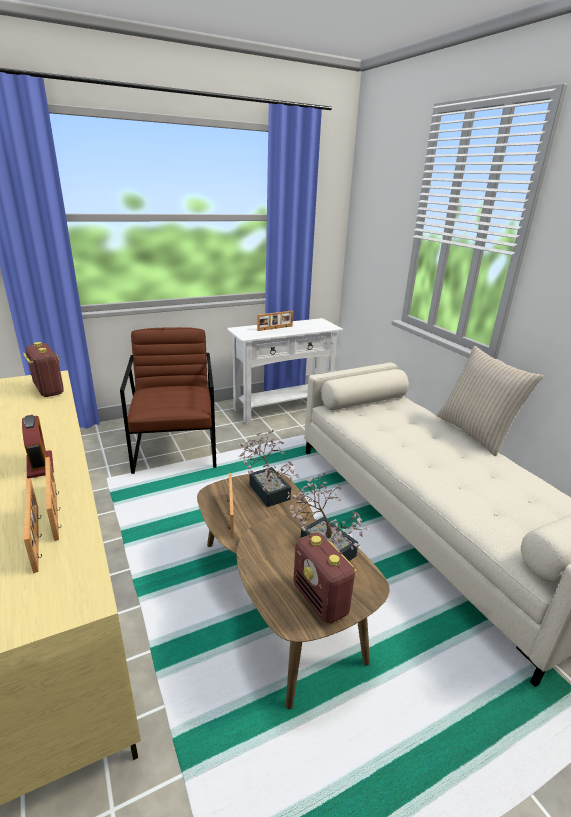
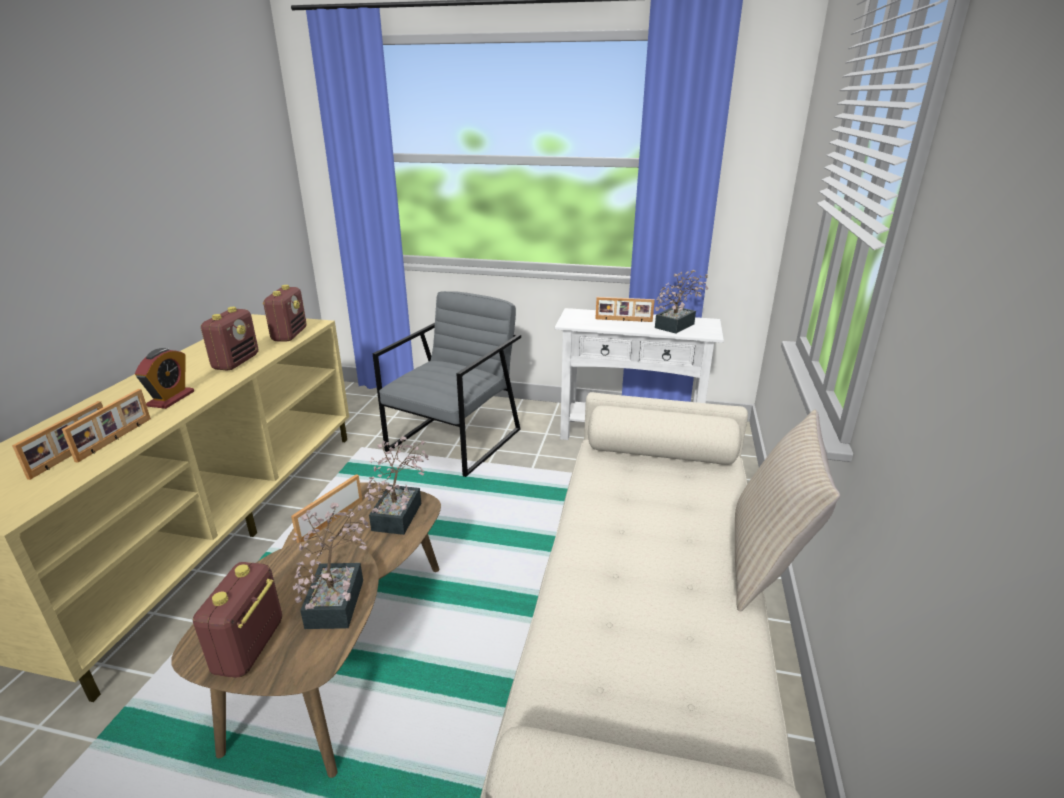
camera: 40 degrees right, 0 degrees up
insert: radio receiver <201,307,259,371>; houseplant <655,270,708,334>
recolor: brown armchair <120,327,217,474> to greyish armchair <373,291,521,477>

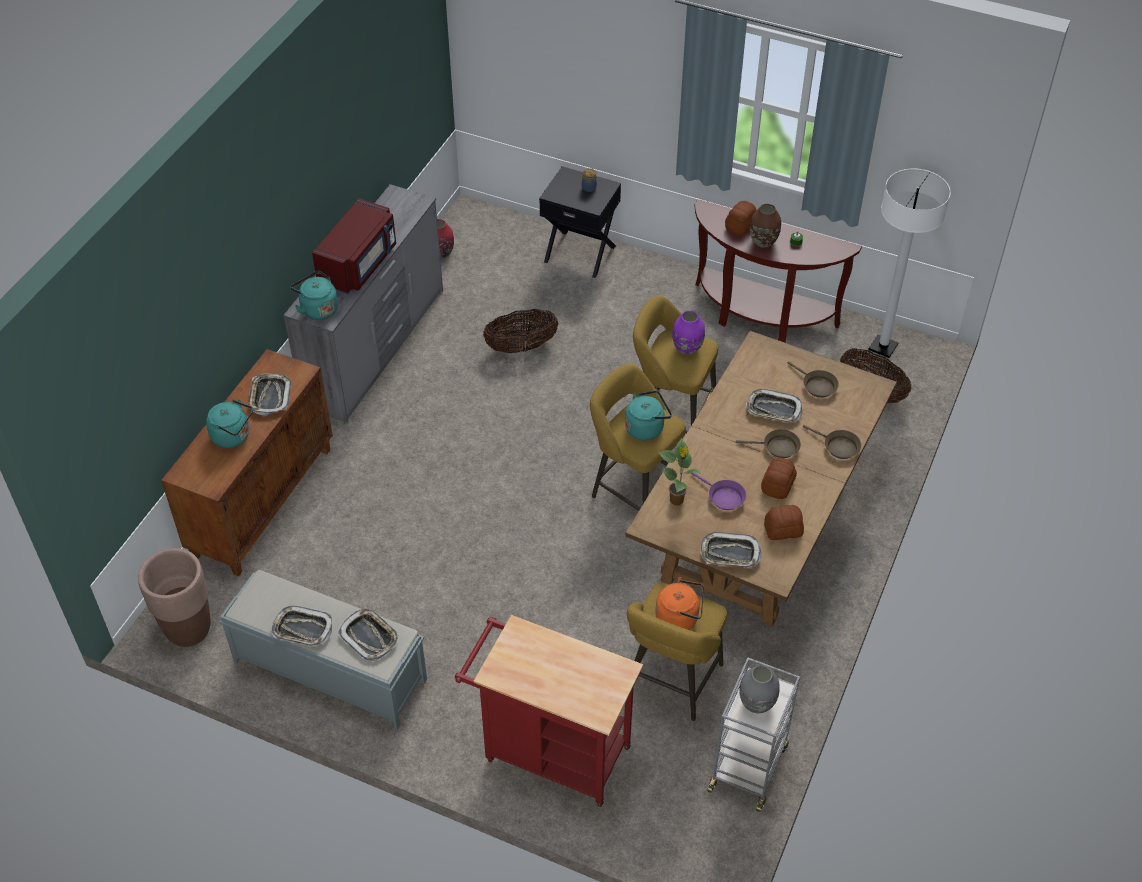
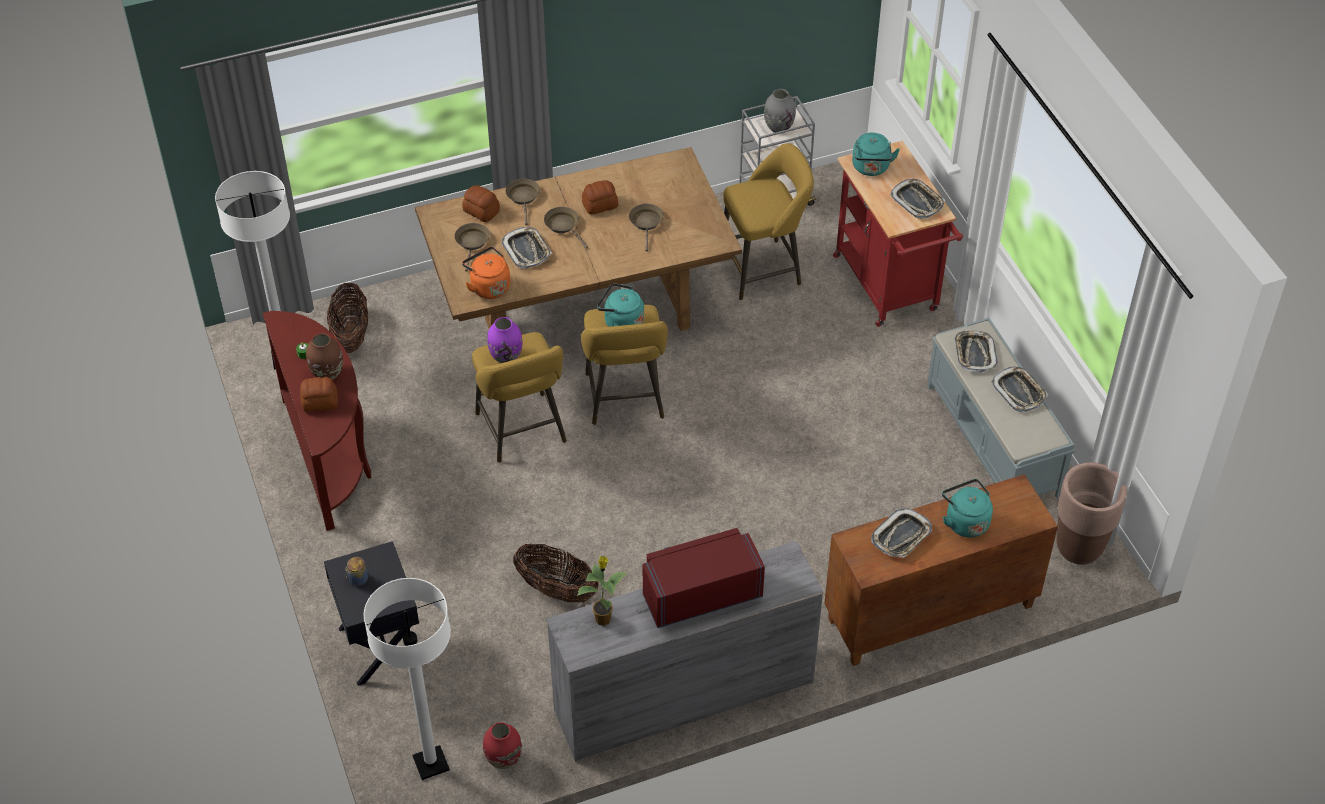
camera: 135 degrees left, 0 degrees up
insert: whitish standard lamp <364,578,451,780>
move: turquoise-coloured water kettle <290,270,338,320> to <852,133,900,176>; orange-coloured water kettle <655,577,704,630> to <462,247,510,299>; houseplant <658,438,702,505> to <577,556,628,626>; tray <700,532,761,568> to <890,179,945,219>; bread <764,505,804,540> to <462,185,500,222>
recolor: purple skillet <691,473,746,510> to brown skillet <629,204,664,251>

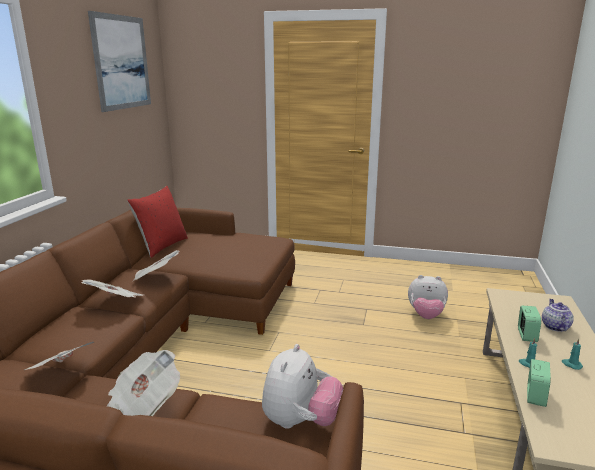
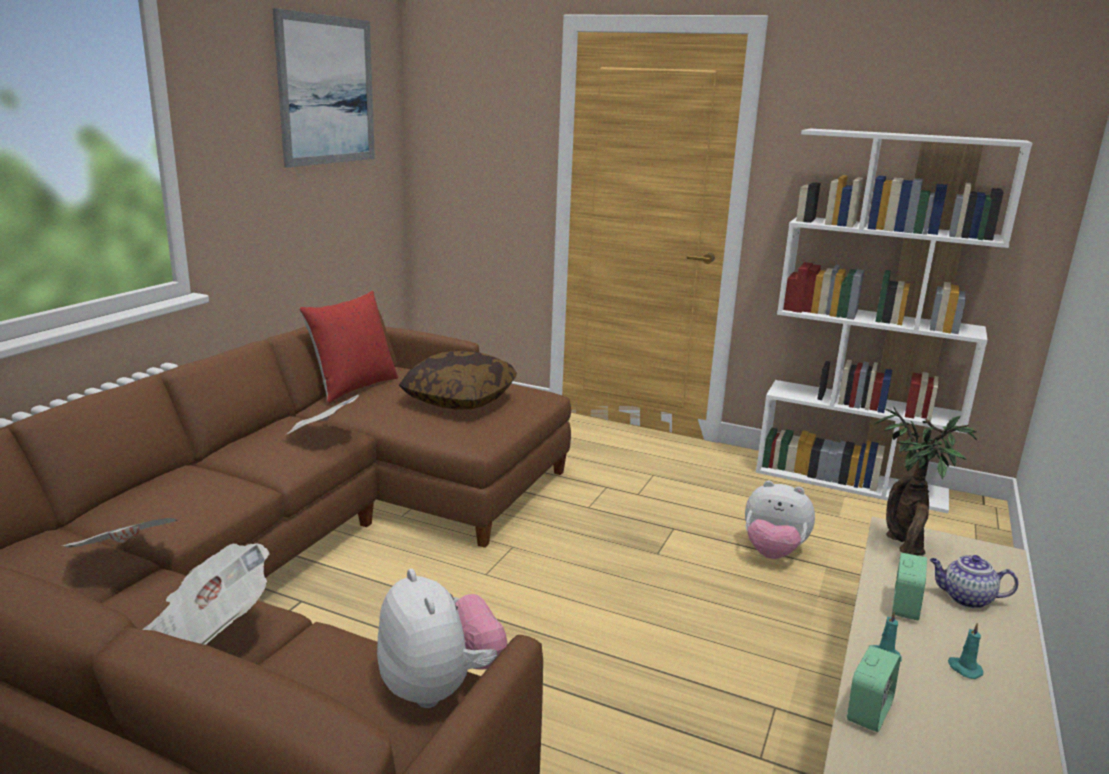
camera: 10 degrees right, 0 degrees up
delete: newspaper <81,280,144,297>
insert: throw pillow <399,351,517,410>; whitish bookcase <756,128,1032,513>; houseplant <874,406,977,556>
rotate: soft toy <262,344,343,428> = <377,569,507,708> 60 degrees counterclockwise; teapot <542,299,574,332> = <930,555,1019,609> 90 degrees counterclockwise

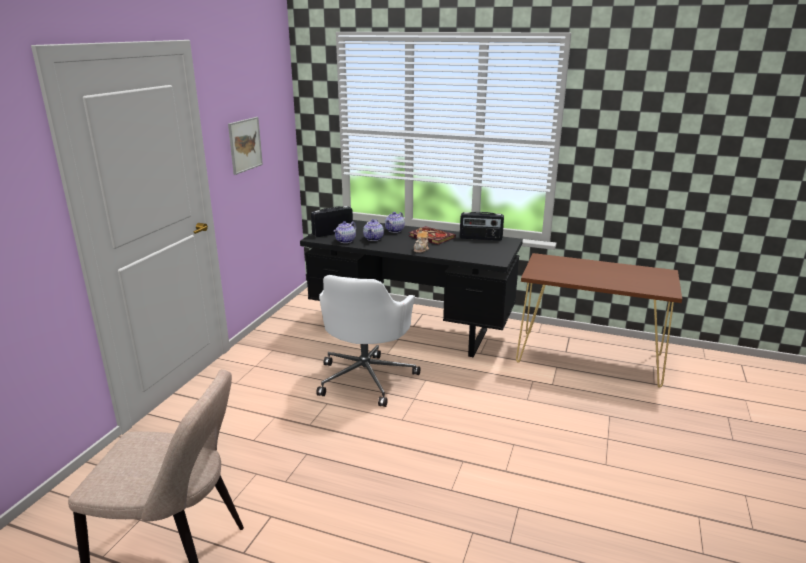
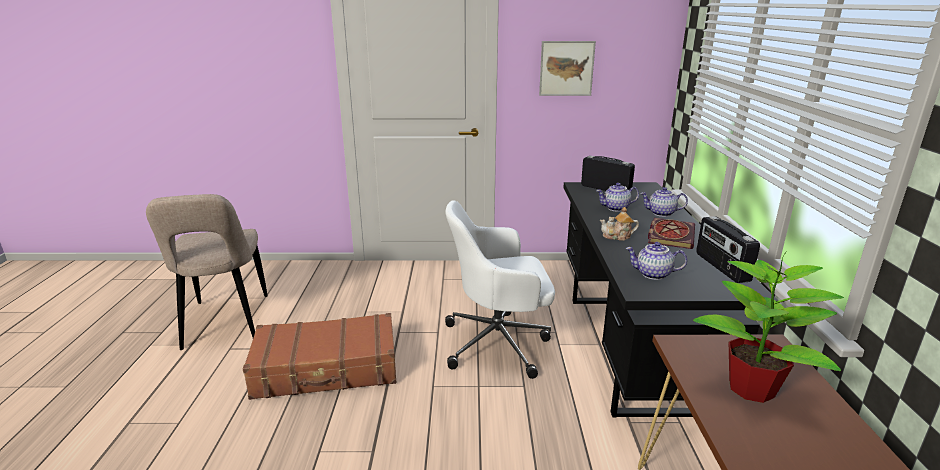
camera: 70 degrees right, 0 degrees up
insert: brown suitcase <243,313,396,400>; houseplant <693,251,844,403>
move: teapot <334,221,356,243> to <626,242,687,280>

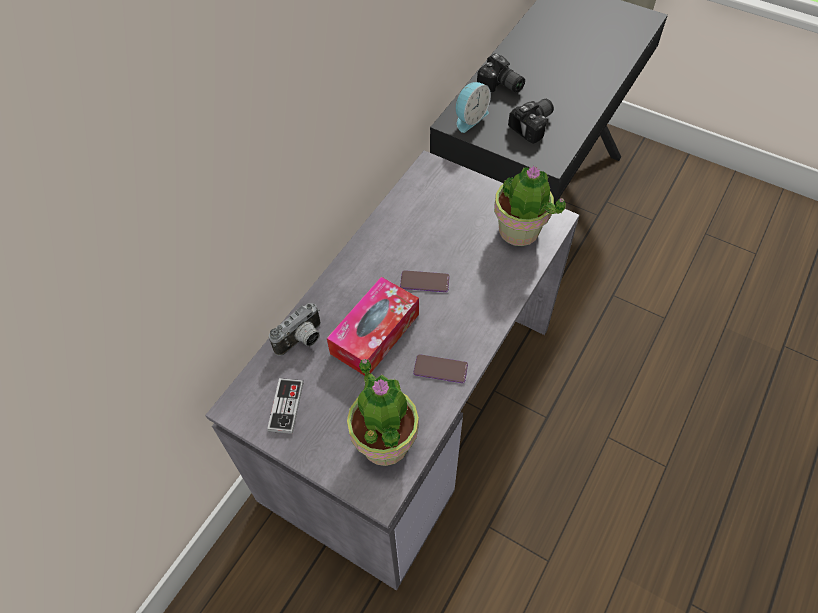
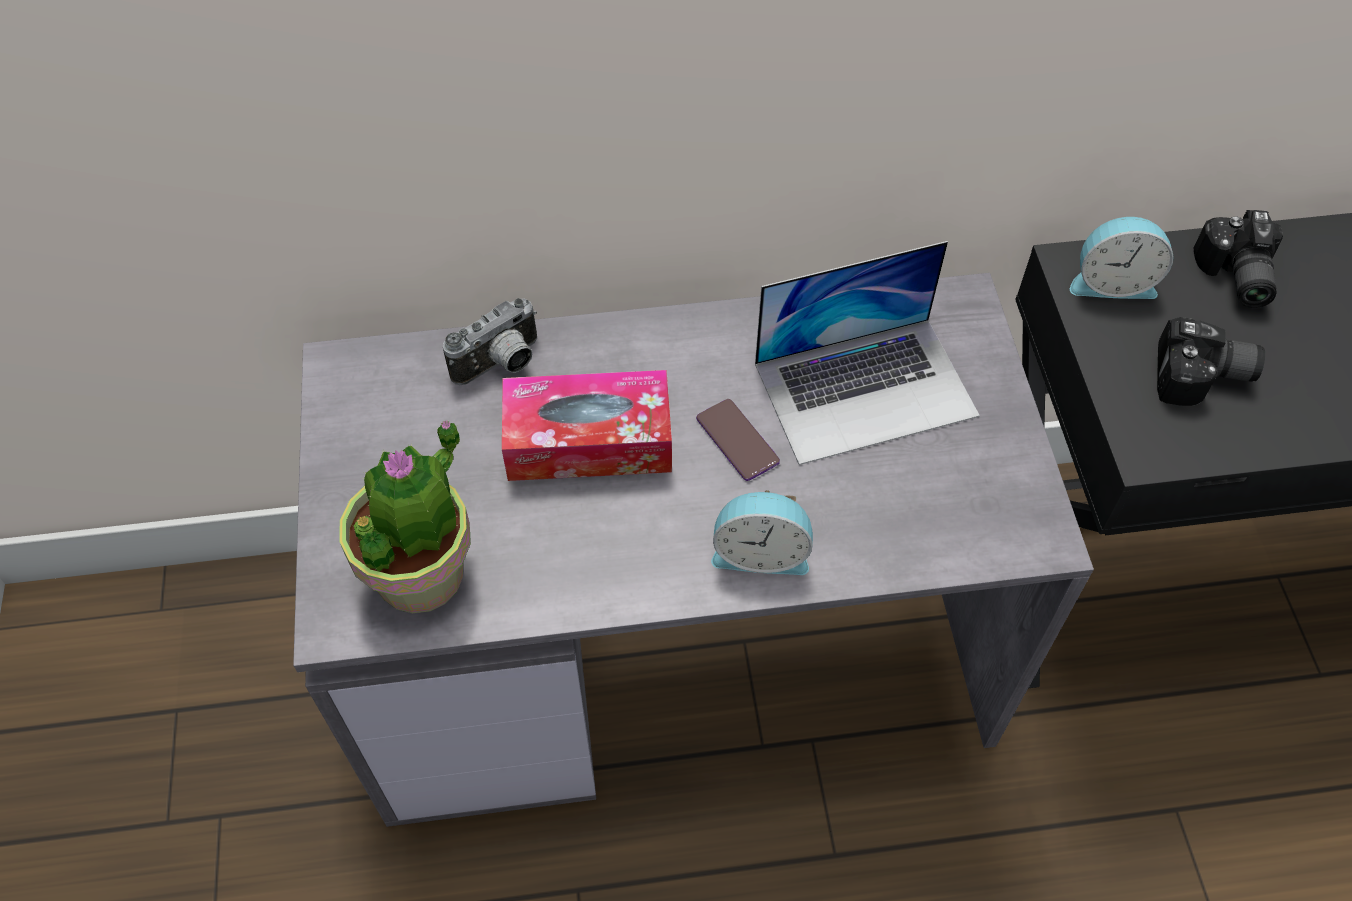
camera: 50 degrees right, 0 degrees up
delete: game controller <267,378,304,434>; phone <413,354,468,383>; houseplant <494,165,566,246>
insert: table clock <711,490,813,575>; notebook computer <755,241,980,465>
rotate: photo camera <269,303,321,356> = <443,298,537,385> 45 degrees counterclockwise

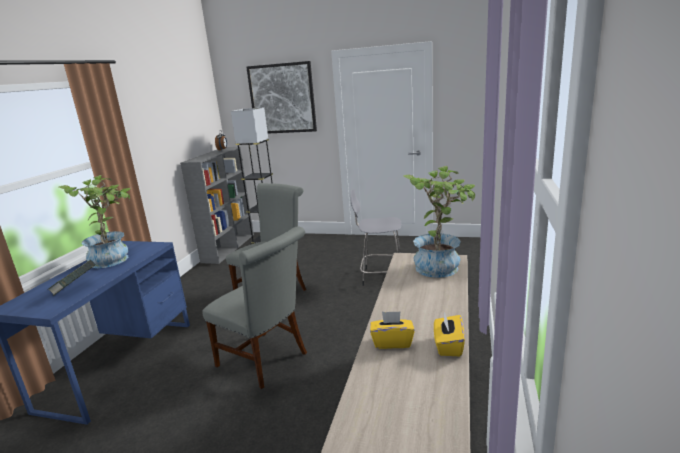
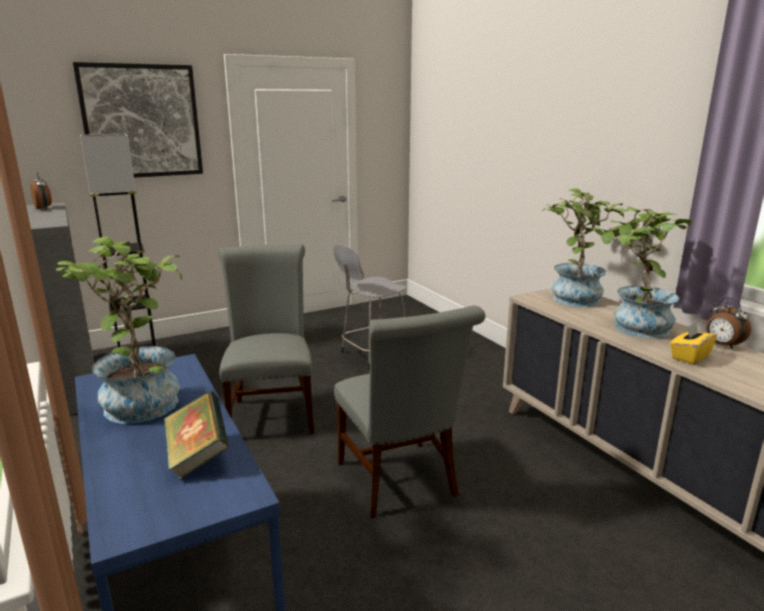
camera: 45 degrees left, 0 degrees up
insert: houseplant <593,206,694,338>
replace: yellow box of tissues <434,312,465,356> to table clock <706,297,751,349>
rotate: greyish upright chair <202,227,307,389> = <334,306,485,518> 75 degrees clockwise

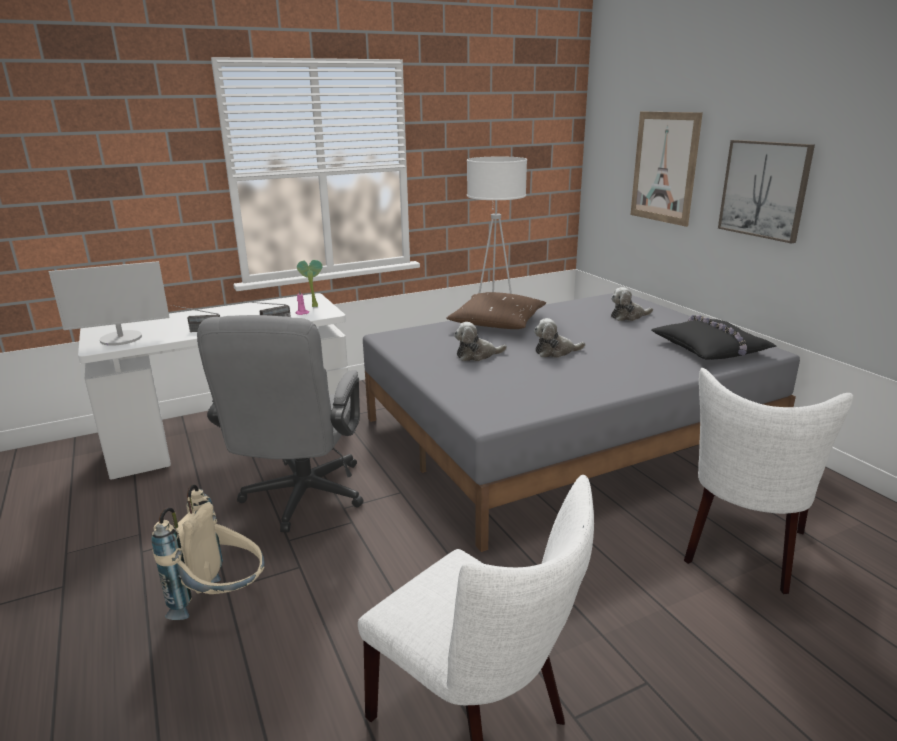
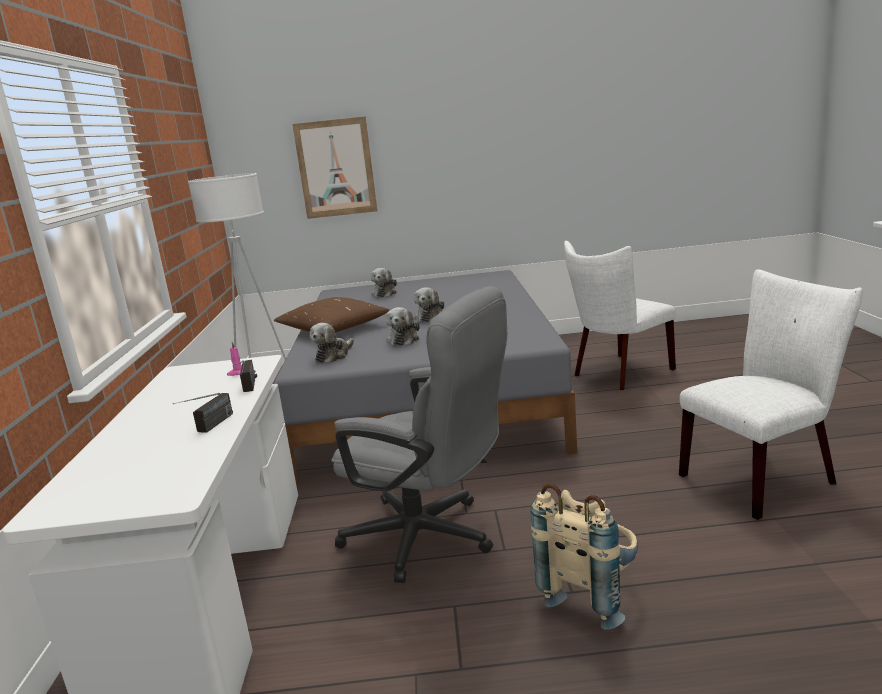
camera: 65 degrees left, 5 degrees down
delete: computer display <49,261,170,346>; houseplant <297,260,323,307>; black throw pillow <651,315,776,360>; wall art <718,140,815,243>
insert: soft toy <310,323,354,363>
rotate: whitish upright chair <684,368,853,594> = <564,240,676,390> 90 degrees clockwise

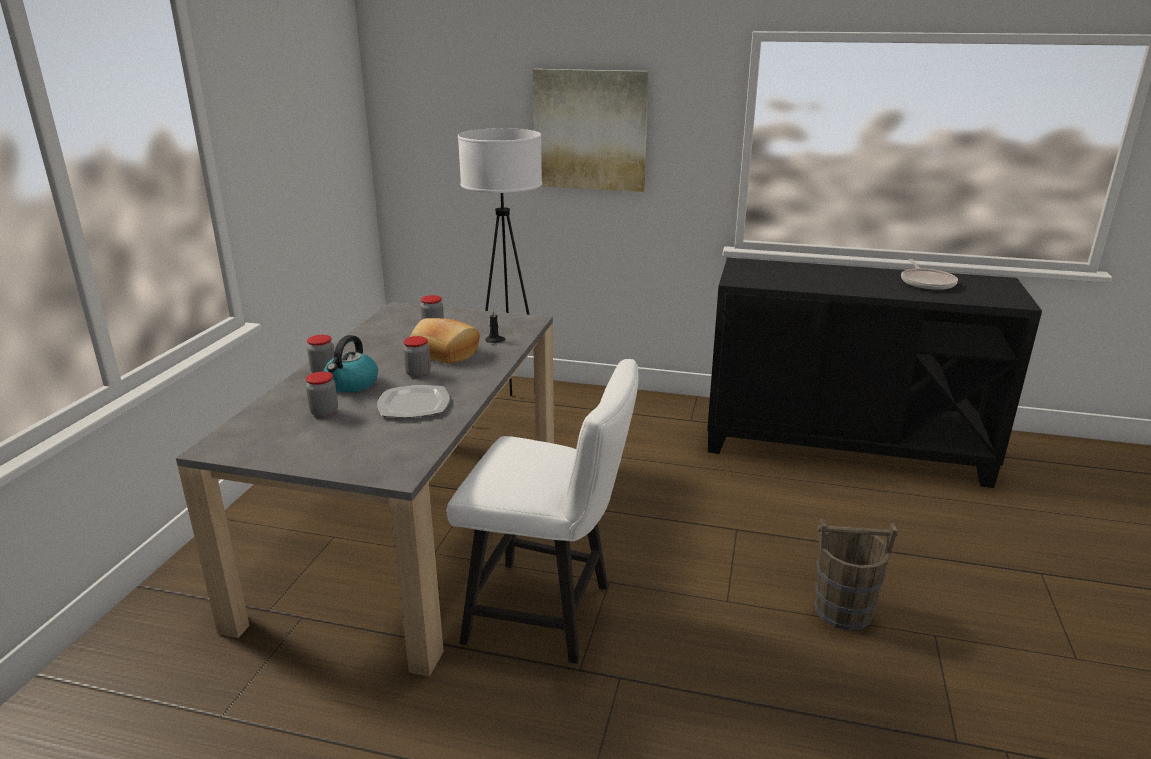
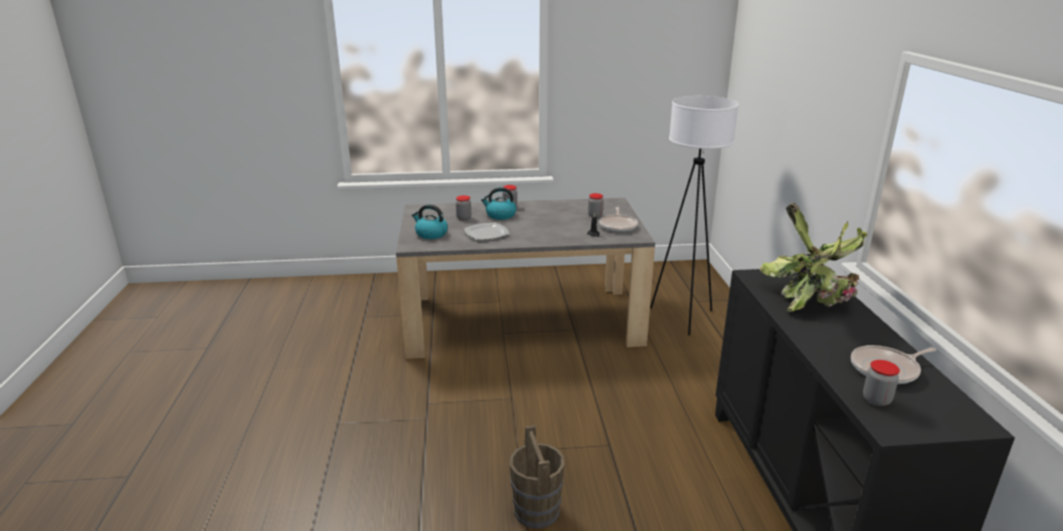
camera: 70 degrees right, 0 degrees up
delete: bread <410,318,480,364>; whitish upright chair <447,359,639,664>; wall art <533,69,649,192>
insert: water kettle <412,204,448,239>; skillet <600,207,638,232>; houseplant <760,203,867,312>
move: preserve jar <403,336,431,378> to <863,360,900,406>

